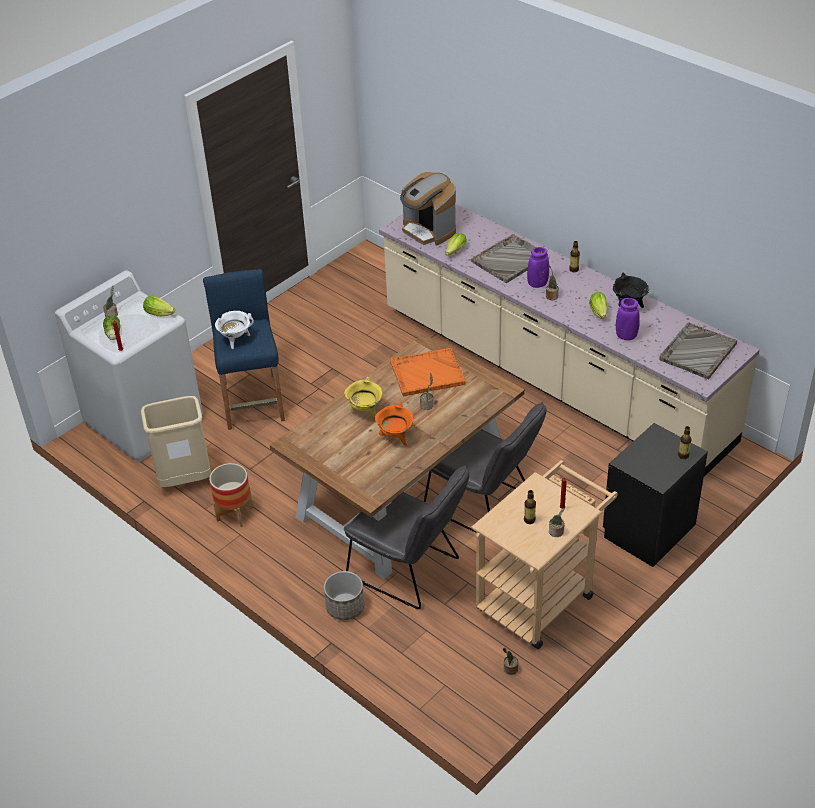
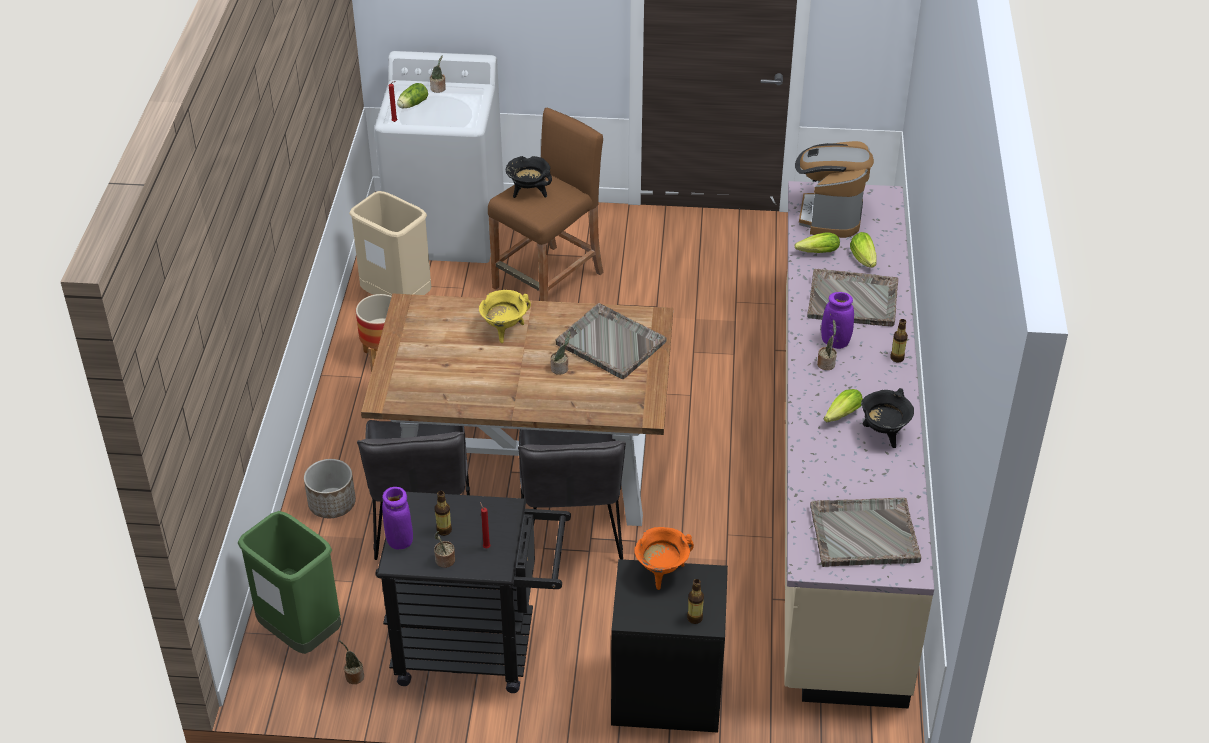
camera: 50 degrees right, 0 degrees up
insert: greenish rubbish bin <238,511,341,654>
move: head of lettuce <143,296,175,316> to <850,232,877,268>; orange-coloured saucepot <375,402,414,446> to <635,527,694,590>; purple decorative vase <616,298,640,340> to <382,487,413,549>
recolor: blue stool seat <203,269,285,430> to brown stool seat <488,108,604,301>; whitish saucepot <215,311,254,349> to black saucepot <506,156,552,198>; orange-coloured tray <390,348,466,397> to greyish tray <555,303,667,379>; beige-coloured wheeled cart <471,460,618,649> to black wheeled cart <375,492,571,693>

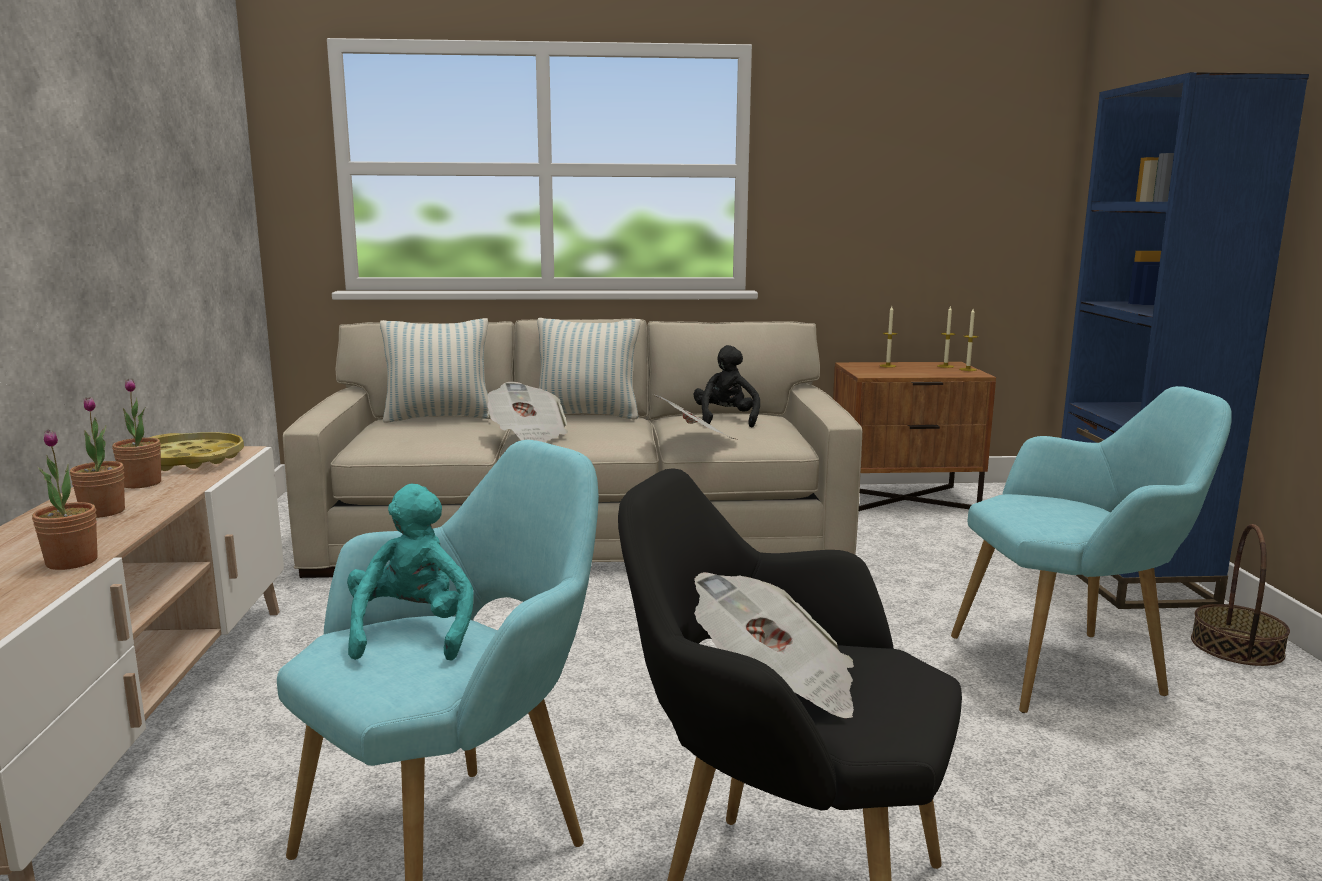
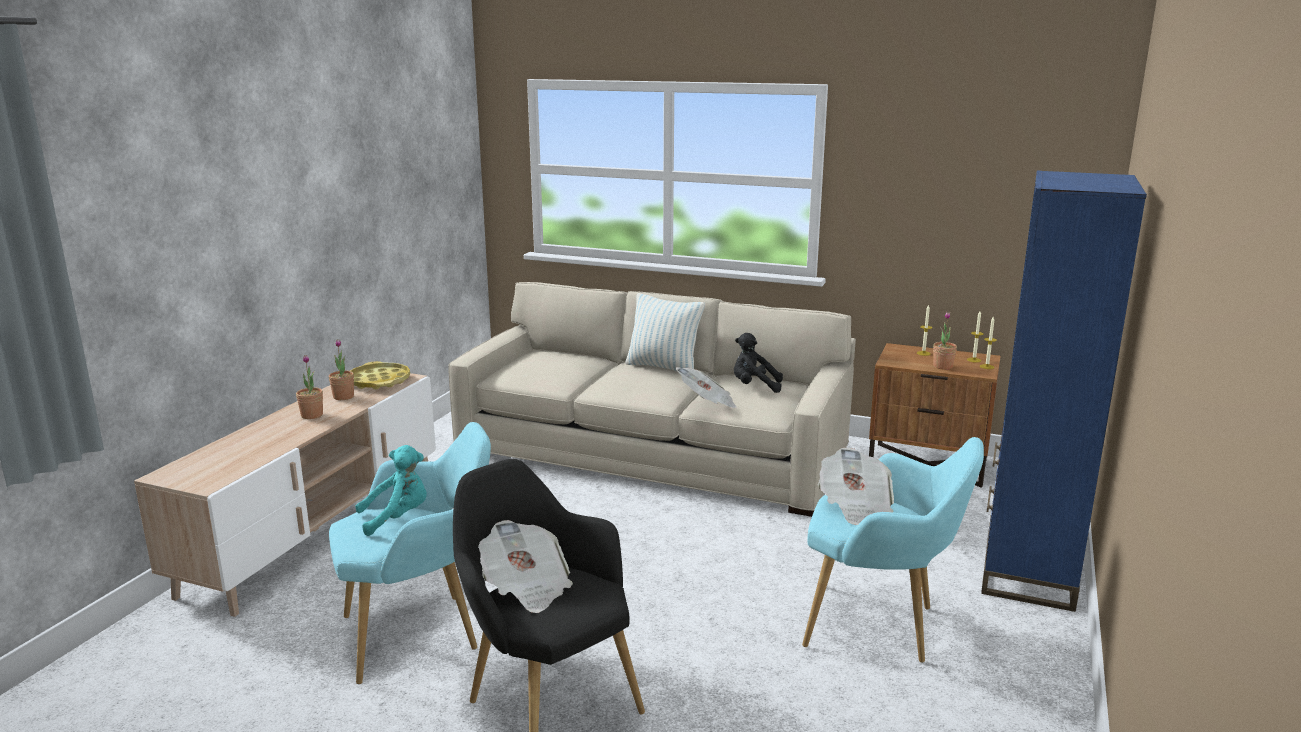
camera: 25 degrees right, 5 degrees up
delete: throw pillow <380,318,489,423>; basket <1191,524,1290,666>
move: houseplant <32,430,98,570> to <933,312,957,370>; newspaper <487,382,568,442> to <818,448,894,525>
rotate: turquoise-coloured soft toy <347,484,474,661> = <355,445,427,536> 45 degrees clockwise; black soft toy <694,345,760,427> = <734,333,783,393> 105 degrees counterclockwise

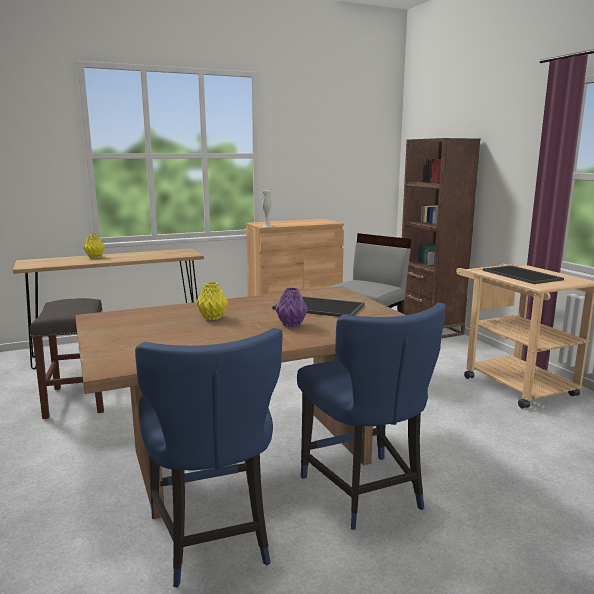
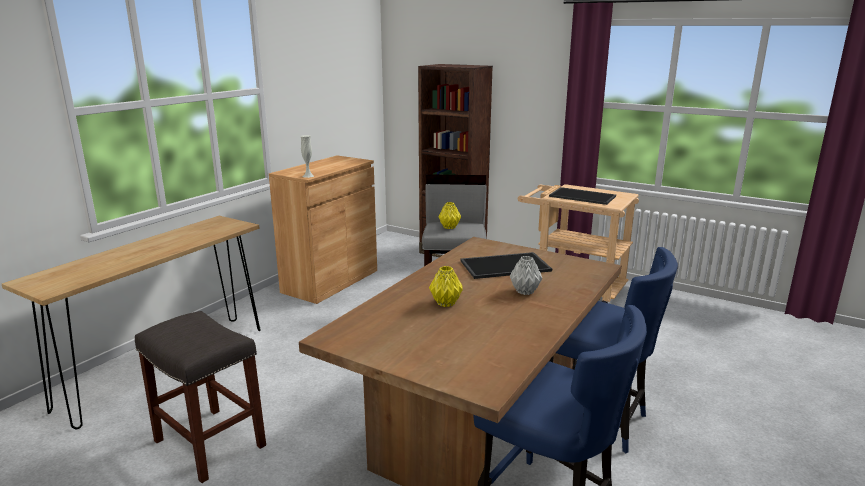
camera: 35 degrees left, 5 degrees up
move: yellow decorative vase <83,234,105,258> to <439,202,461,229>
recolor: purple decorative vase <275,288,308,327> to greyish decorative vase <510,256,542,295>

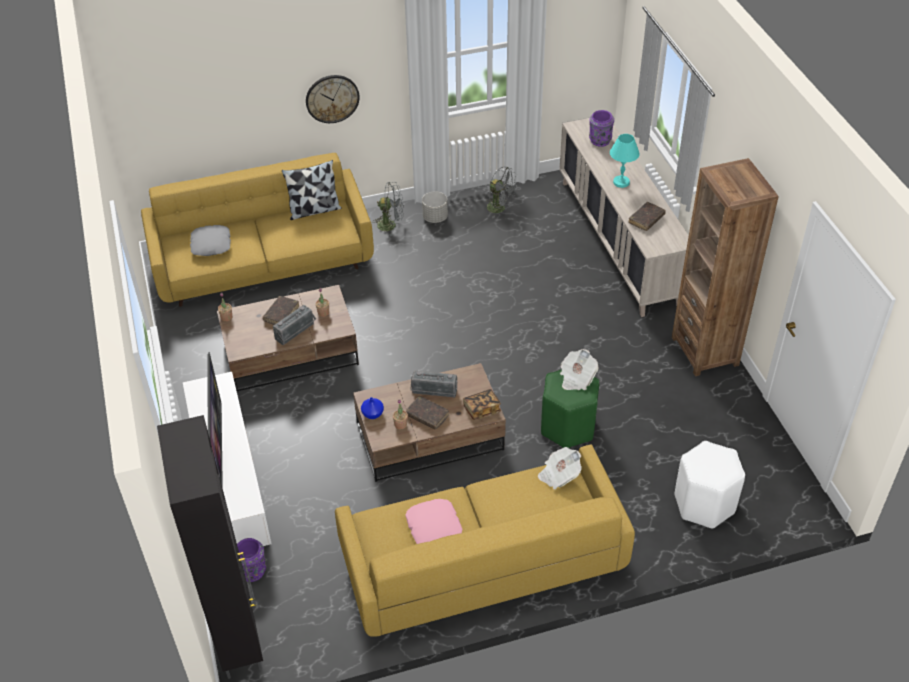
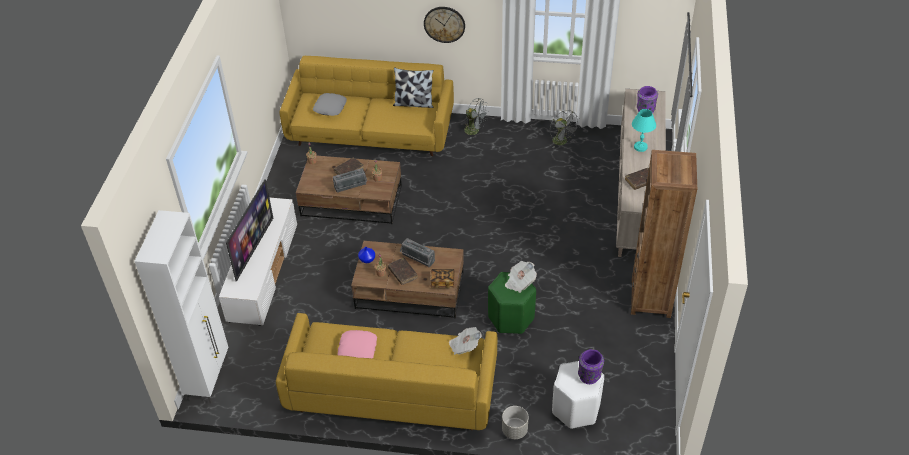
camera: 25 degrees right, 0 degrees up
move: purple decorative vase <237,538,266,582> to <578,349,604,384>; greyish flower pot <422,191,448,223> to <502,406,529,439>
recolor: black cabinet <157,415,263,679> to whitish cabinet <134,210,228,404>

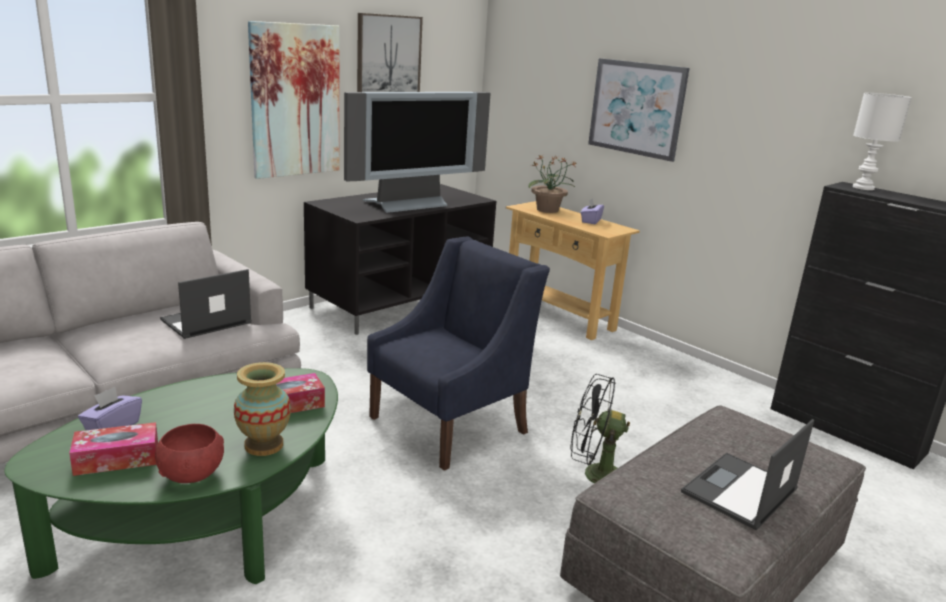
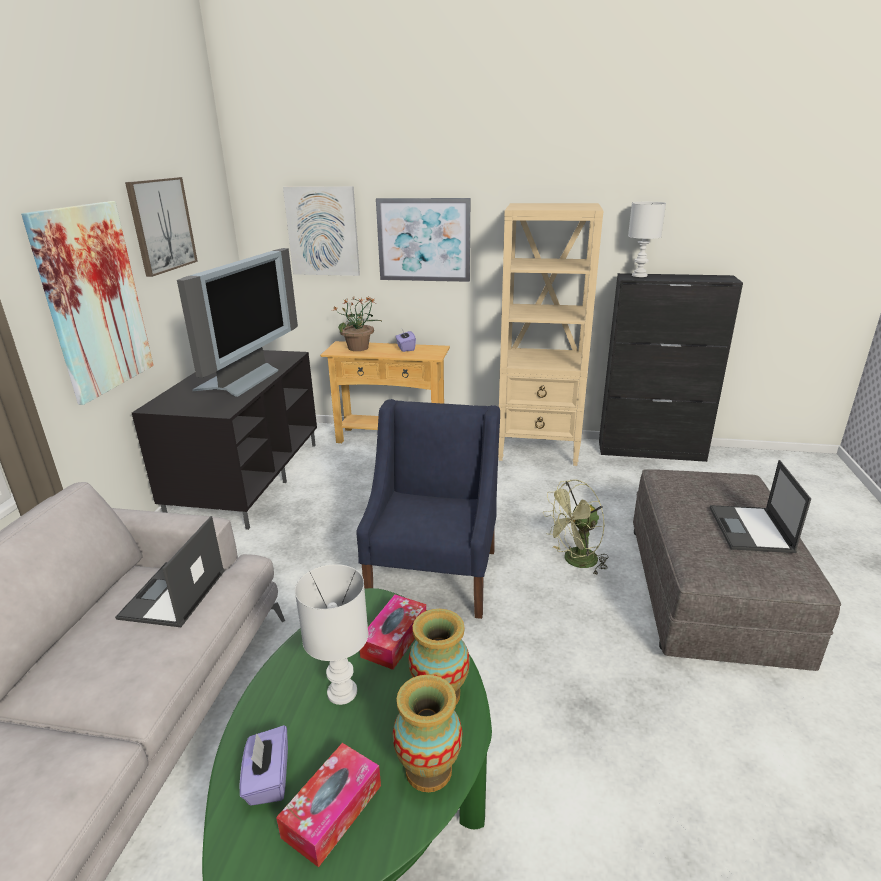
camera: 35 degrees left, 5 degrees up
insert: wall art <283,186,360,276>; whitish tabletop lamp <295,564,368,705>; beige-coloured bookcase <498,203,604,466>
replace: reddish serving bowl <155,424,224,483> to decorative vase <393,675,463,792>
recolor: black electric fan <571,374,630,484> to greenish electric fan <543,480,608,575>

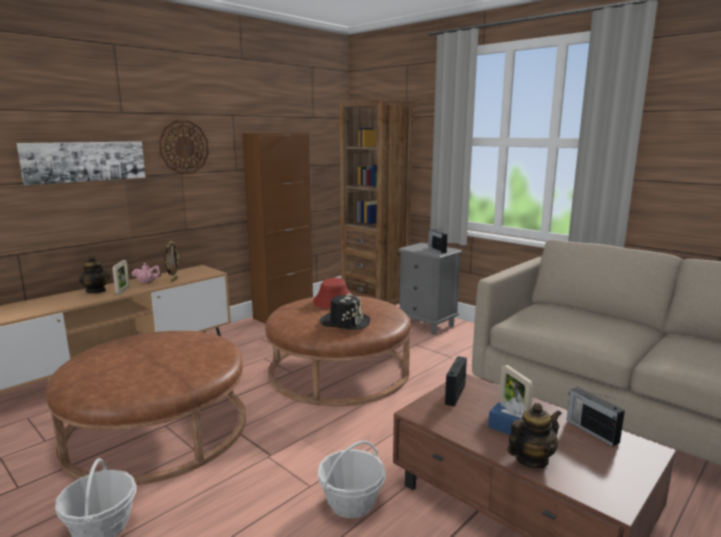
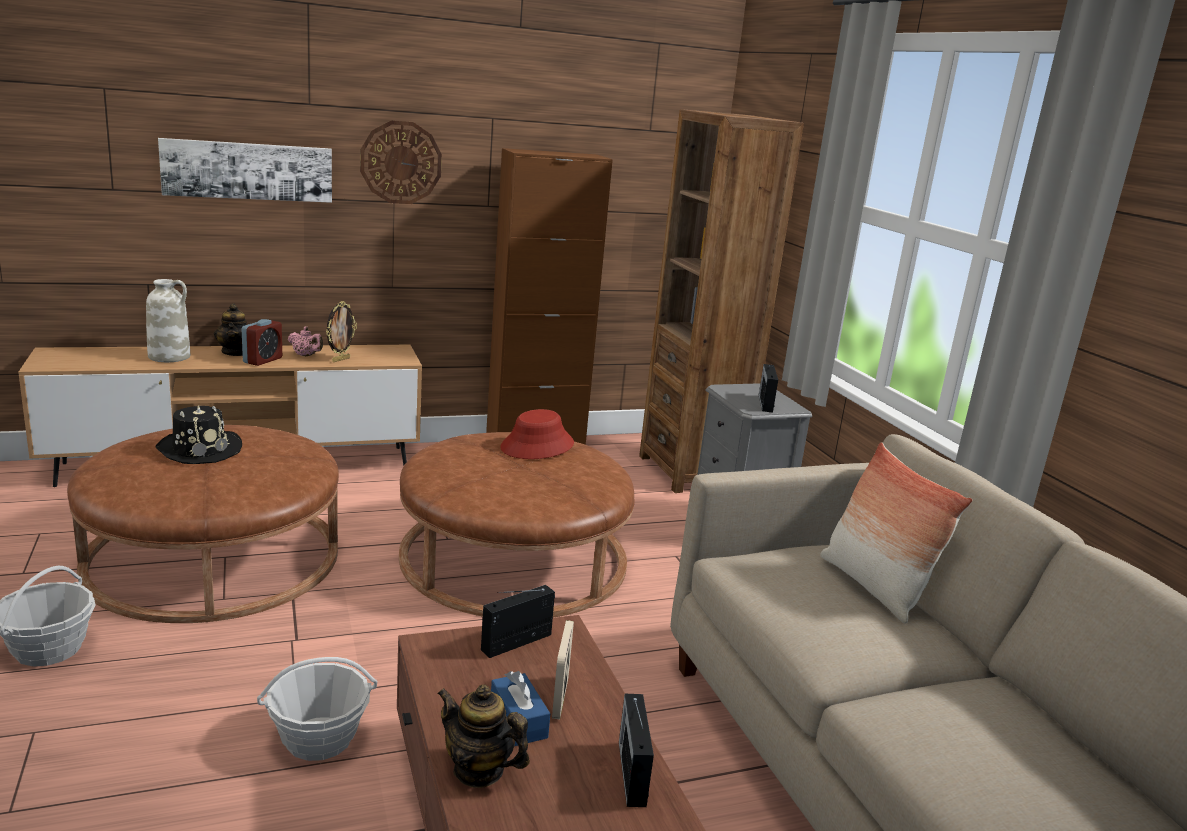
camera: 25 degrees right, 5 degrees up
insert: whitish decorative vase <146,279,191,362>; throw pillow <820,442,973,624>
move: black clothing hat <320,294,370,330> to <156,405,242,464>
replace: standing frame <112,260,130,295> to table clock <242,319,282,366>
rotate: teapot <507,403,562,468> = <437,684,530,788> 150 degrees counterclockwise

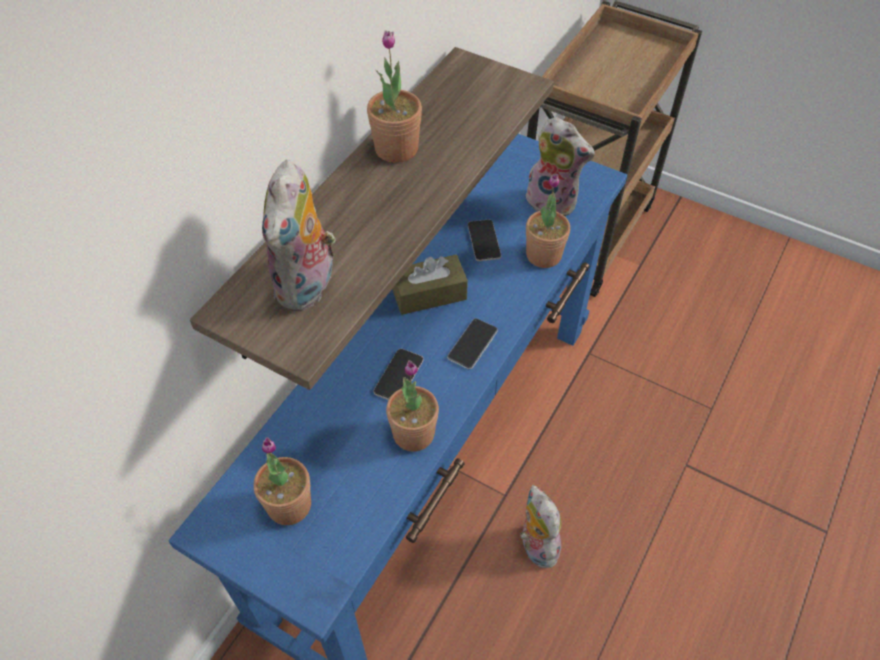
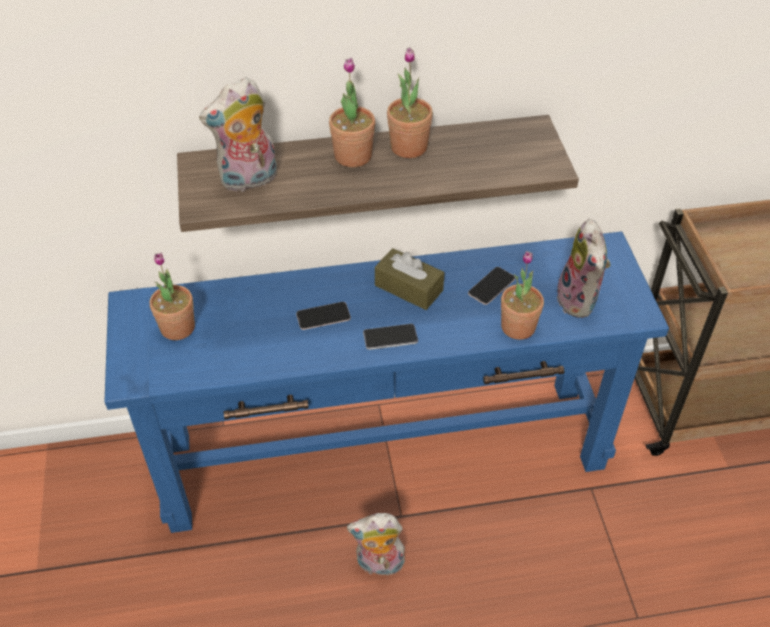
camera: 50 degrees right, 5 degrees down
move: houseplant <386,360,439,451> to <329,58,375,167>
rotate: soft toy <520,485,561,568> = <347,513,406,576> 120 degrees counterclockwise

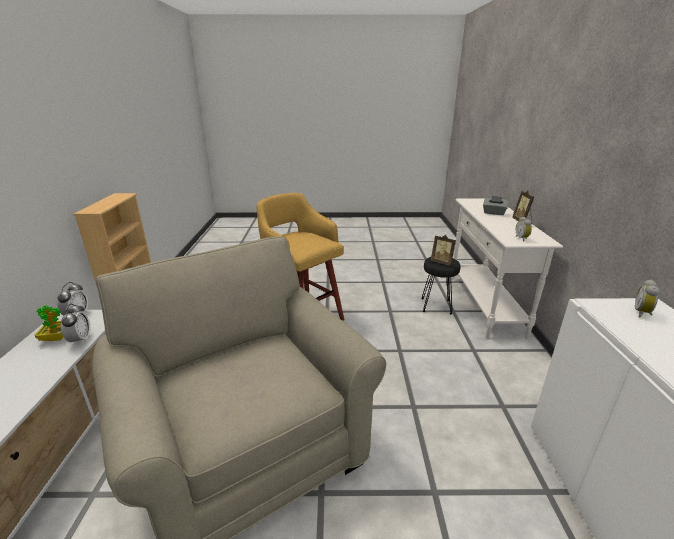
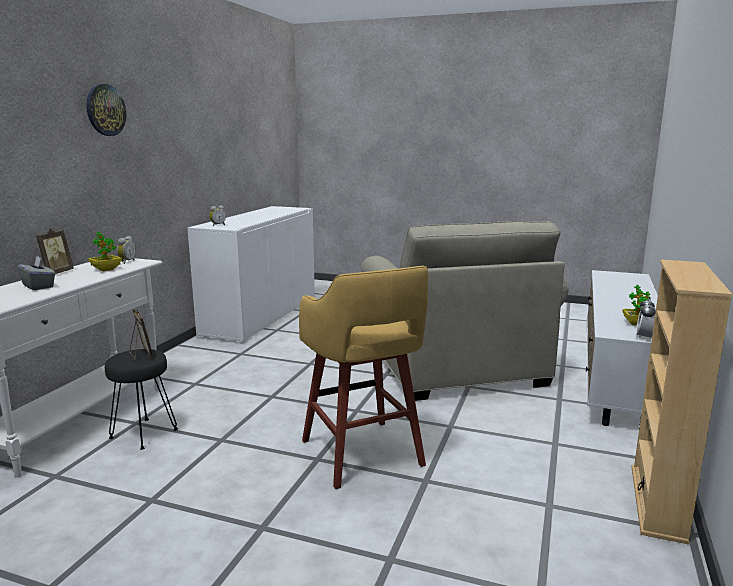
camera: 160 degrees left, 10 degrees down
delete: table clock <61,303,90,344>
insert: hanging clock <86,84,126,136>; houseplant <88,231,122,271>

